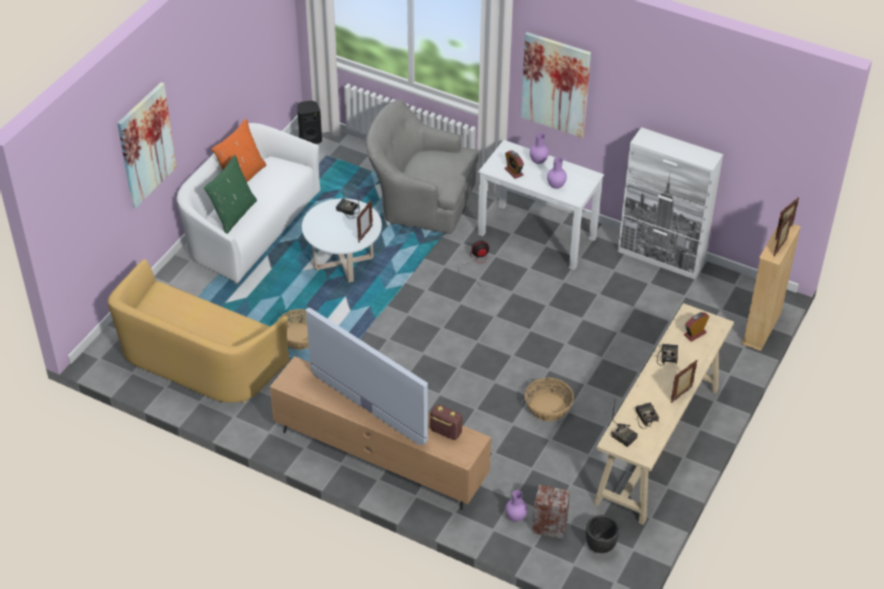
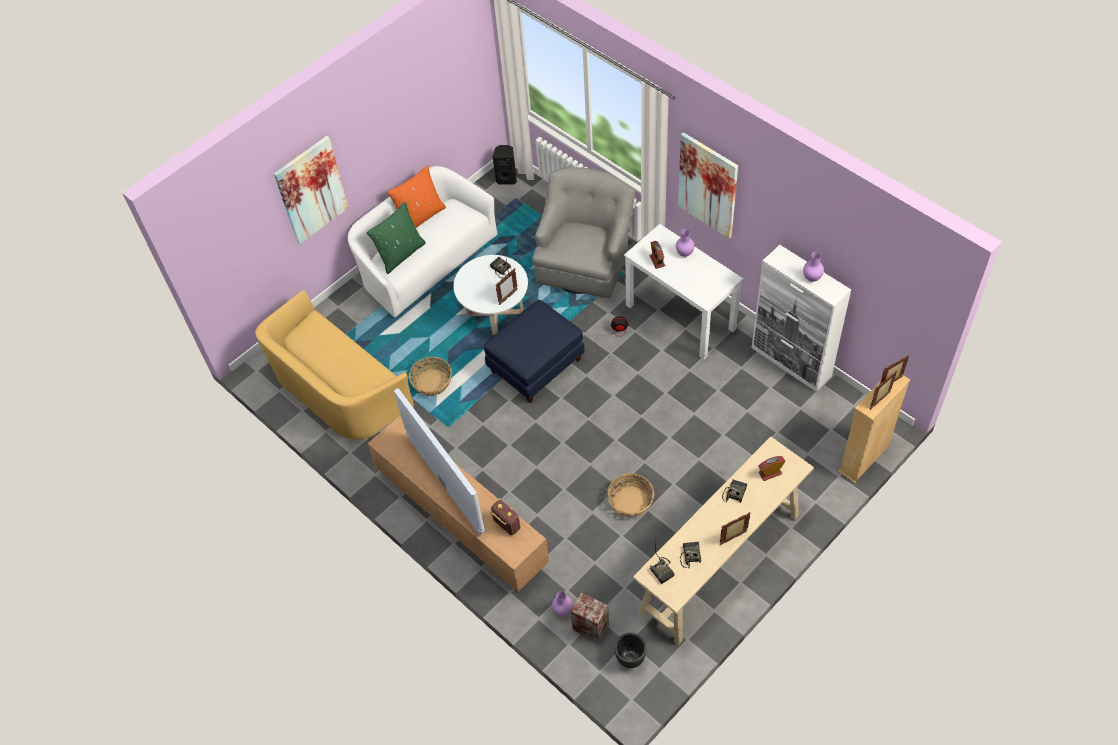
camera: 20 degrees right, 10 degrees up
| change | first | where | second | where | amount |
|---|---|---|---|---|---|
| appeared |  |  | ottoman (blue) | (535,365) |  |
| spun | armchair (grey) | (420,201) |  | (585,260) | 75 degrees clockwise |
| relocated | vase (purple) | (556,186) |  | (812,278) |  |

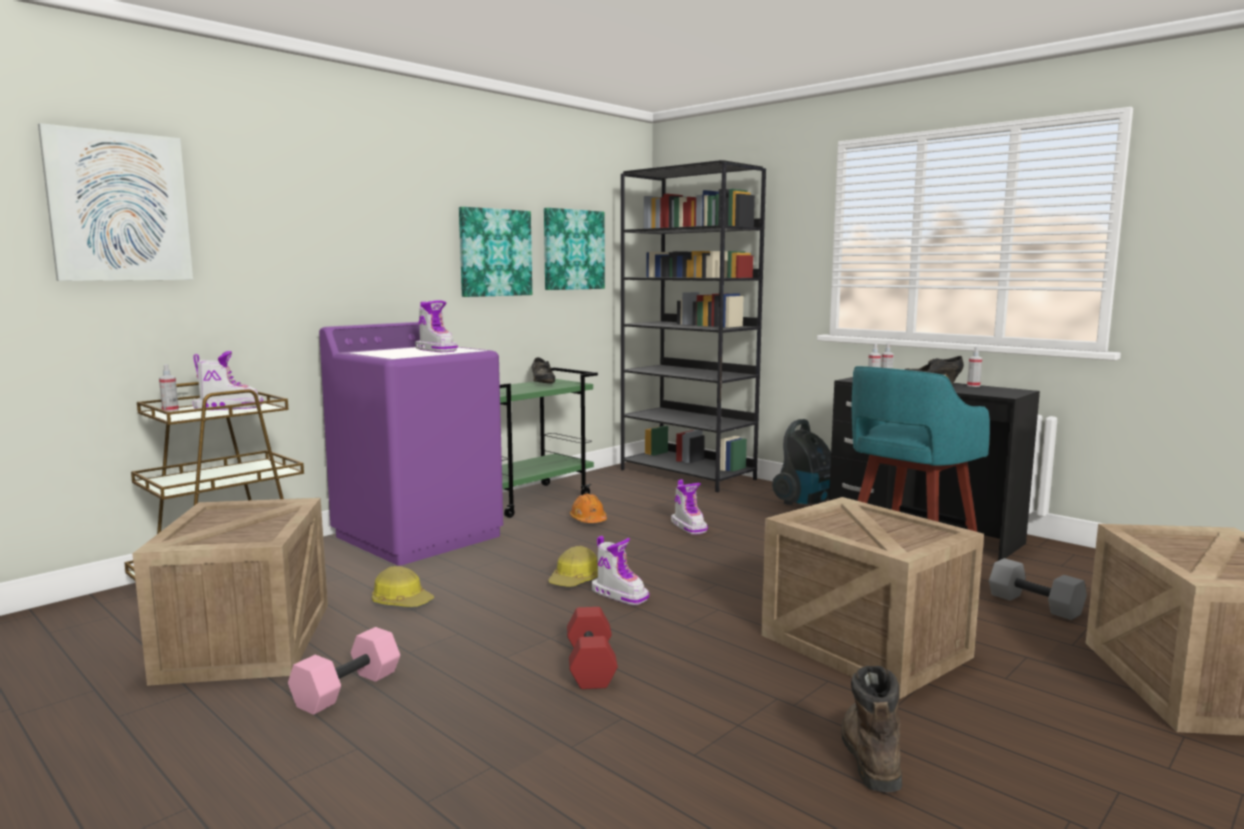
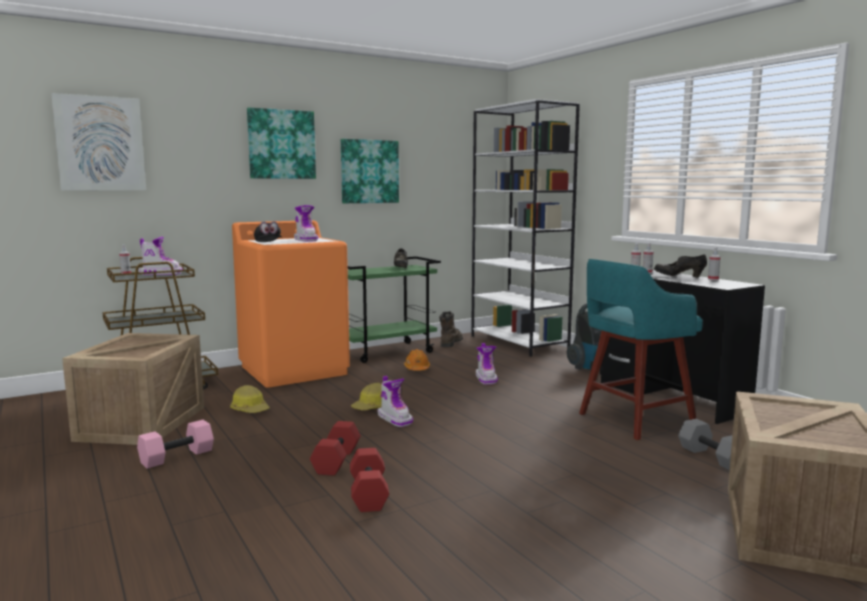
camera: 15 degrees right, 0 degrees up
| change | first | where | second | where | amount |
|---|---|---|---|---|---|
| colour | washing machine (purple) | (419,536) | washing machine (orange) | (294,370) |  |
| relocated | picture | (573,250) |  | (281,144) |  |
| appeared |  |  | cap (black) | (268,243) |  |
| appeared |  |  | dumbbell (red) | (367,493) |  |
| relocated | boot (brown) | (869,754) |  | (451,343) |  |
| colour | bookcase (black) | (688,474) | bookcase (white) | (519,342) |  |
| missing | crate | (867,646) |  |  |  |

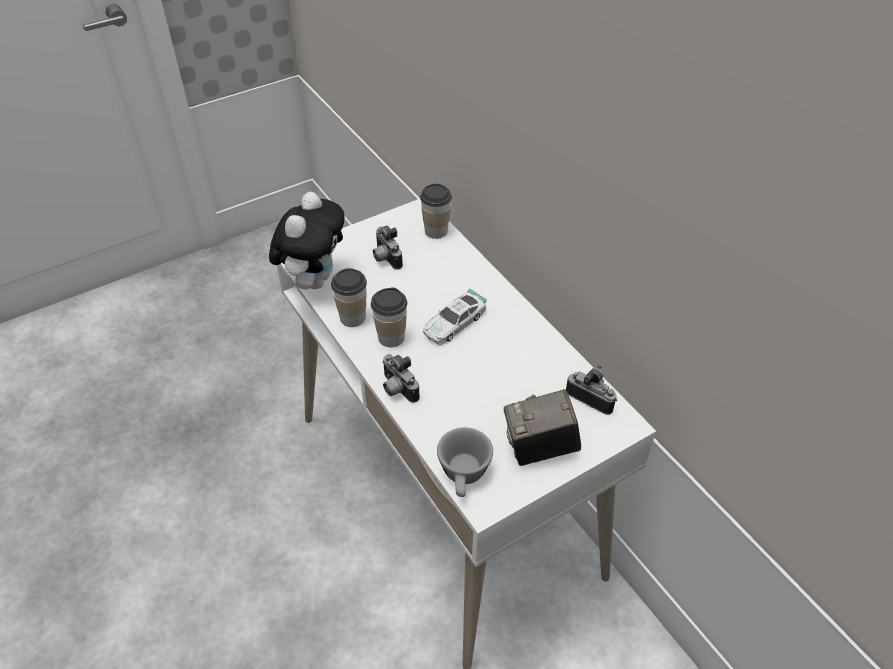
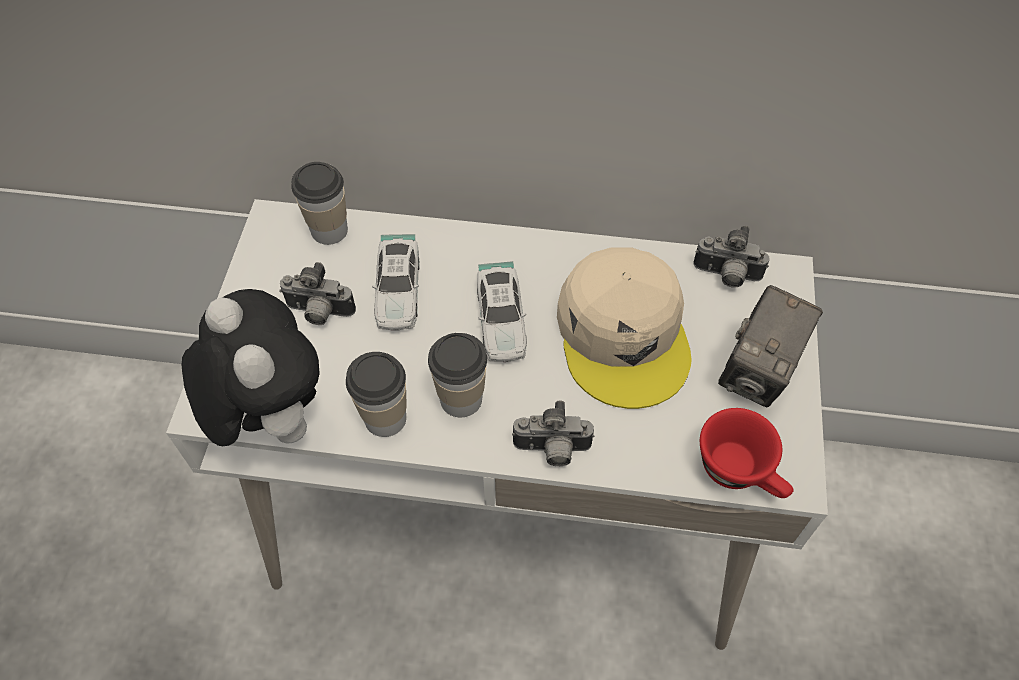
camera: 50 degrees left, 10 degrees up
| change | first | where | second | where | amount |
|---|---|---|---|---|---|
| appeared |  |  | toy car | (398,290) |  |
| appeared |  |  | cap (beige) | (623,334) |  |
| spun | photo camera | (591,398) |  | (726,276) | 150 degrees counterclockwise |
| colour | cup (grey) | (464,476) | cup (red) | (741,472) |  |

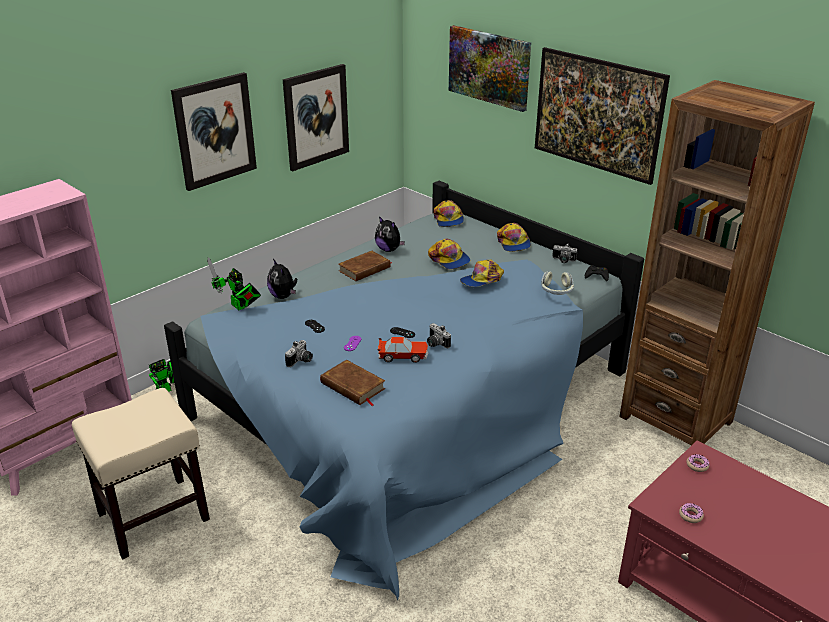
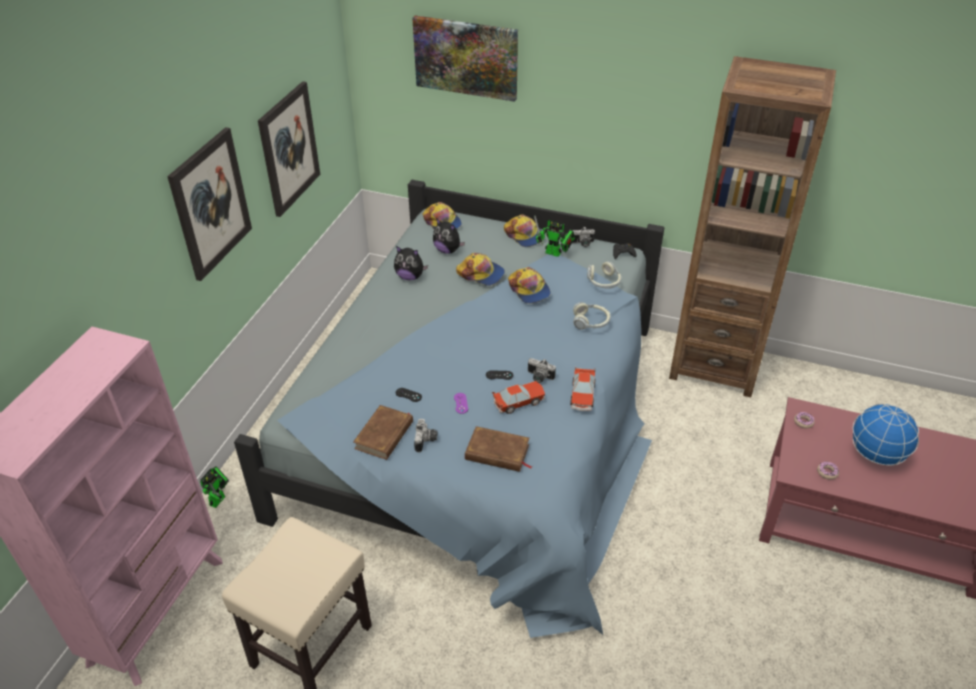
camera: 25 degrees left, 10 degrees up
| change | first | where | second | where | amount |
|---|---|---|---|---|---|
| relocated | book (brown) | (364,269) |  | (384,435) |  |
| relocated | plush toy | (283,296) |  | (448,250) |  |
| spun | cap | (482,280) |  | (529,290) | 60 degrees counterclockwise |
| relocated | toy robot | (239,307) |  | (555,253) |  |
| appeared |  |  | toy car | (582,395) |  |
| appeared |  |  | headphones | (591,322) |  |
| appeared |  |  | globe | (876,454) |  |
| missing | picture | (594,140) |  |  |  |

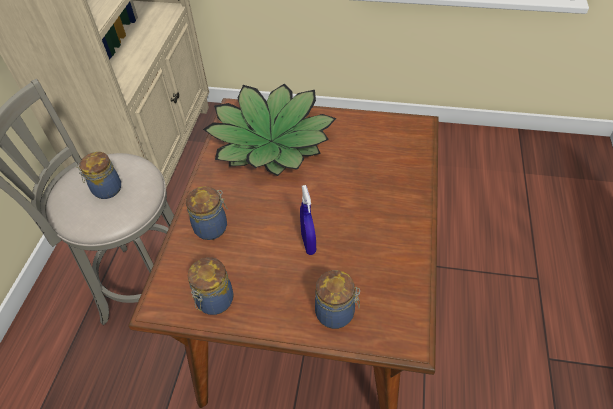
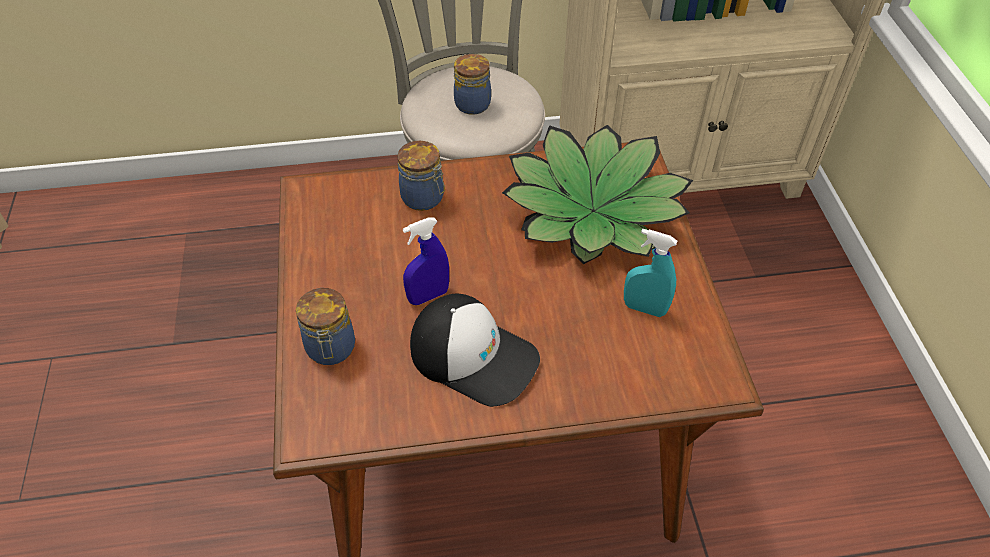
camera: 70 degrees right, 0 degrees up
| change | first | where | second | where | amount |
|---|---|---|---|---|---|
| appeared |  |  | cap | (474,355) |  |
| appeared |  |  | spray bottle (turquoise) | (644,308) |  |
| missing | jar | (214,301) |  |  |  |

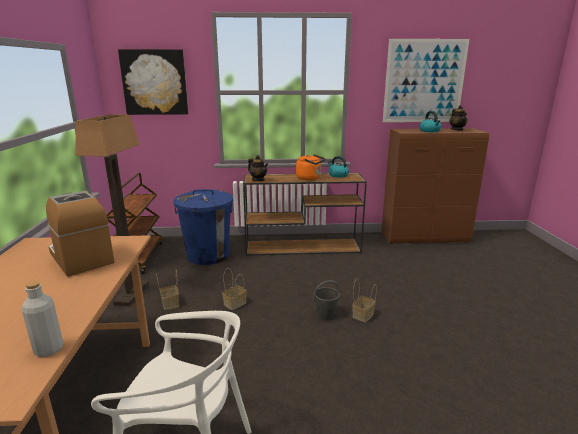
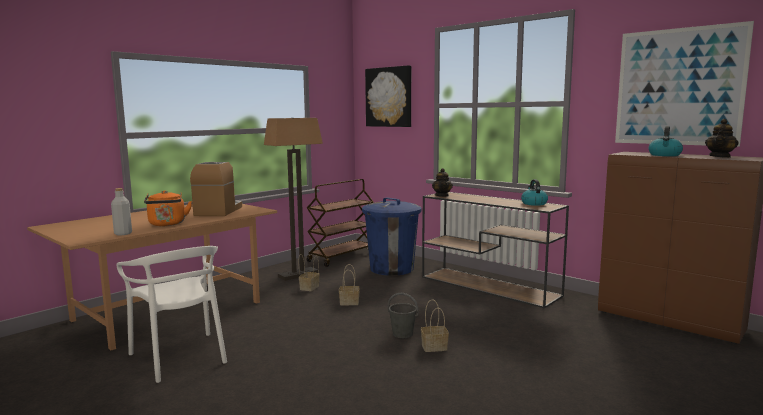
camera: 45 degrees right, 10 degrees down
| change | first | where | second | where | amount |
|---|---|---|---|---|---|
| relocated | kettle (orange) | (310,178) |  | (167,224) |  |

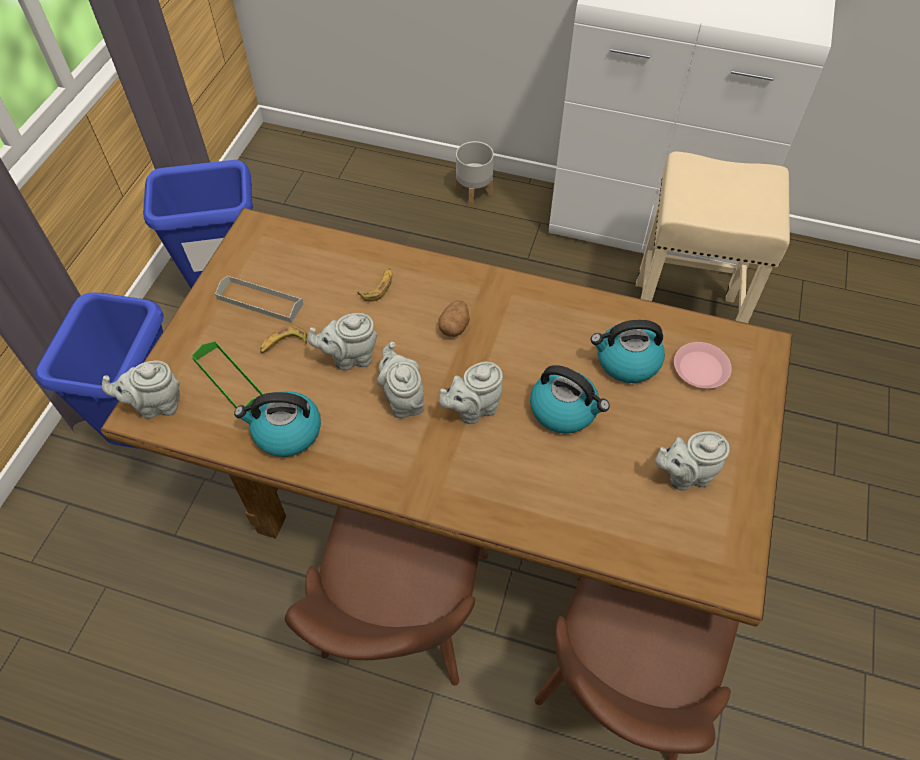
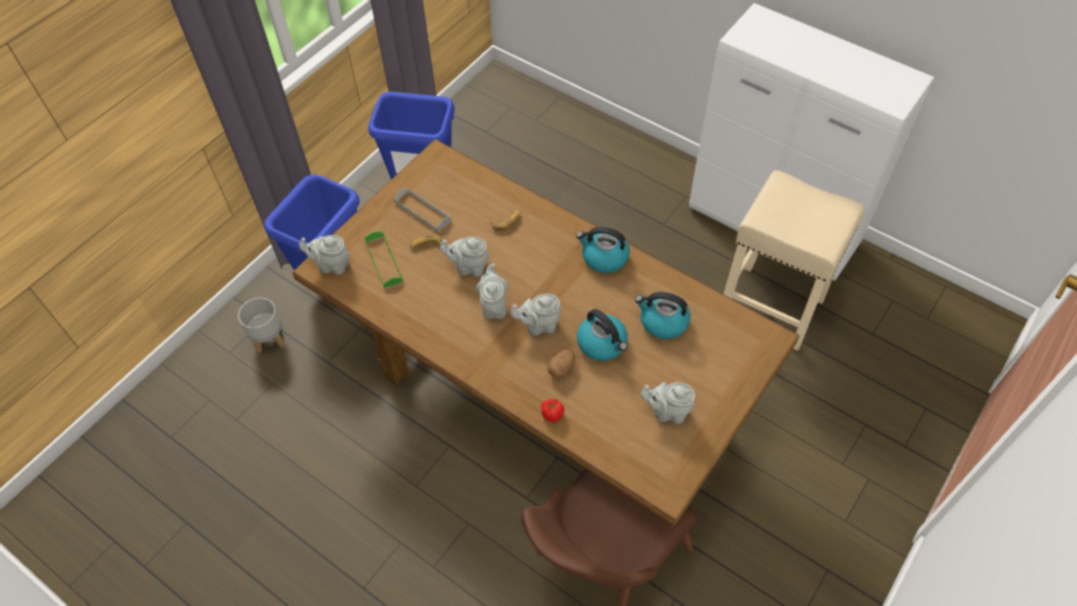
camera: 20 degrees right, 0 degrees up
| change | first | where | second | where | amount |
|---|---|---|---|---|---|
| relocated | planter (grey) | (473,192) |  | (269,338) |  |
| appeared |  |  | tomato | (552,414) |  |
| relocated | potato | (454,326) |  | (561,369) |  |
| relocated | kettle | (286,432) |  | (604,257) |  |
| missing | chair (brown) | (400,627) |  |  |  |
| missing | plate (pink) | (700,368) |  |  |  |

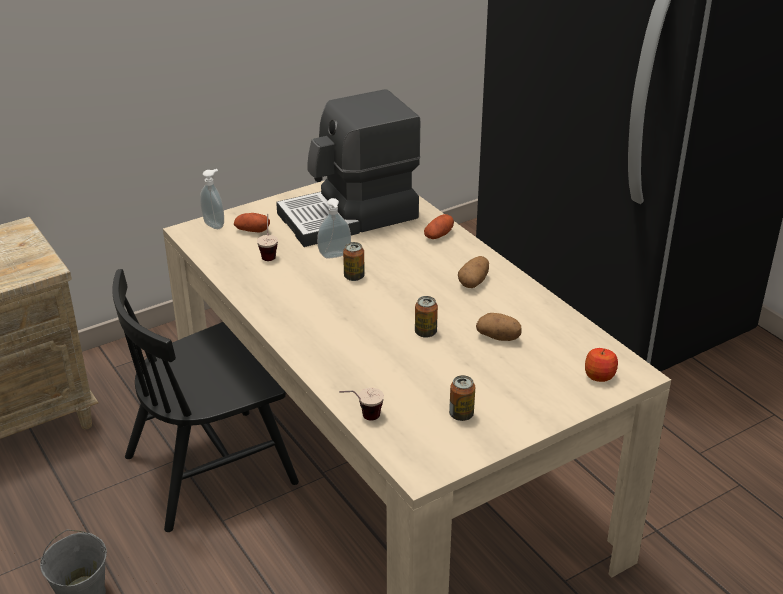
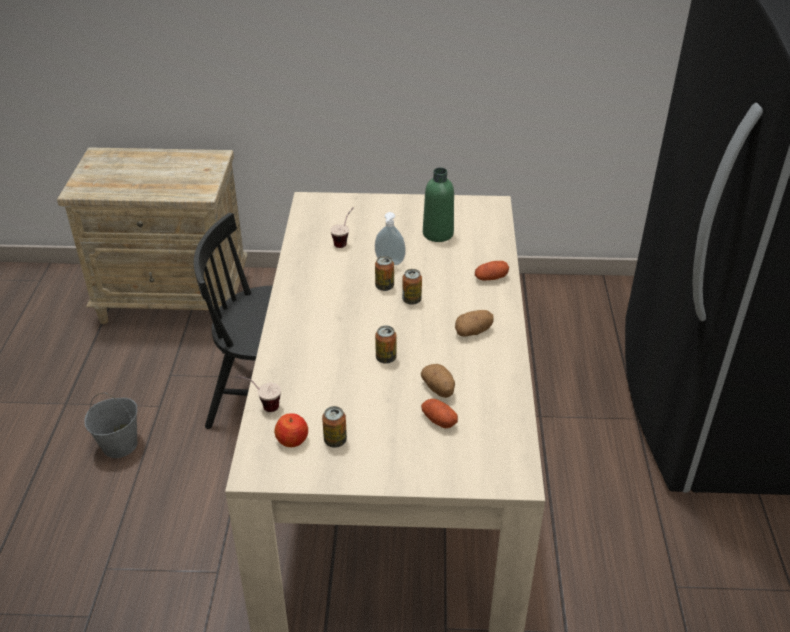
camera: 35 degrees right, 5 degrees up
| change | first | where | second | where | amount |
|---|---|---|---|---|---|
| relocated | apple | (599,376) |  | (292,440) |  |
| appeared |  |  | can | (411,300) |  |
| relocated | potato | (252,230) |  | (438,420) |  |
| exchanged | coffee machine | (350,216) | bottle (green) | (438,234) |  |
| missing | soap dispenser | (215,224) |  |  |  |

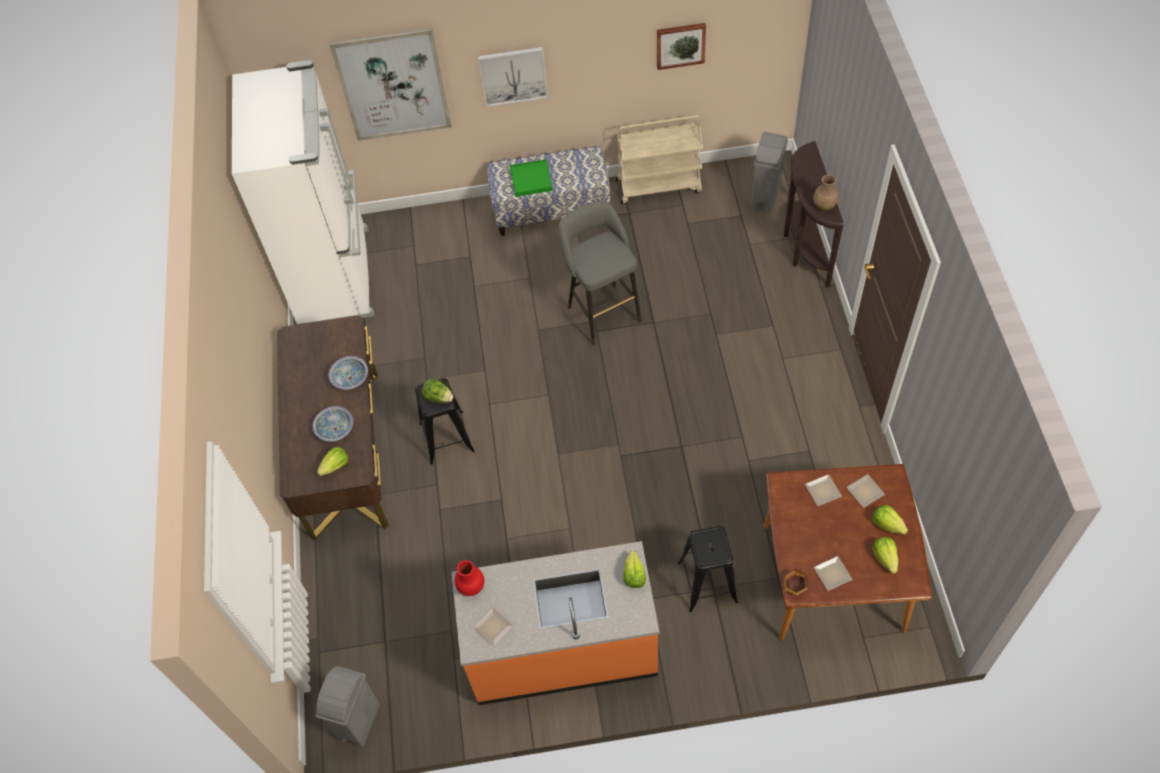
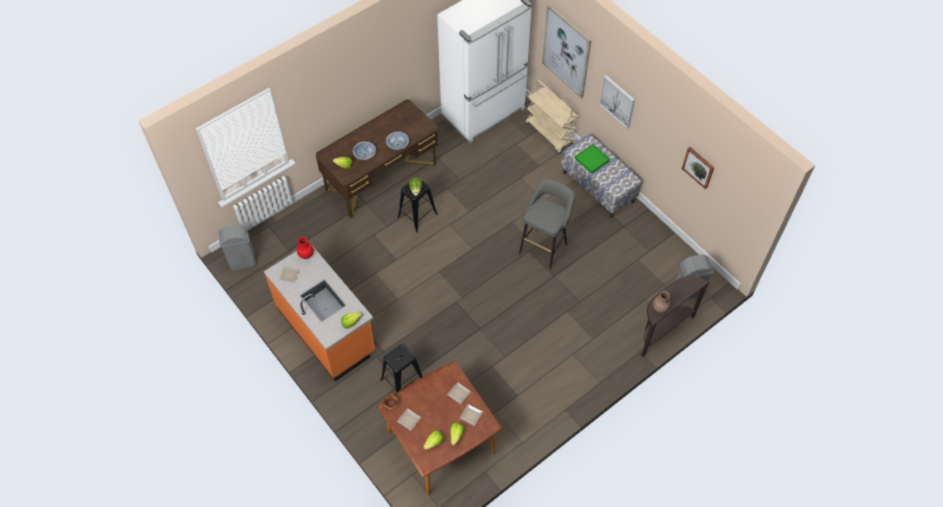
camera: 55 degrees right, 0 degrees up
| change | first | where | second | where | amount |
|---|---|---|---|---|---|
| relocated | cart (beige) | (659,185) |  | (550,133) |  |

